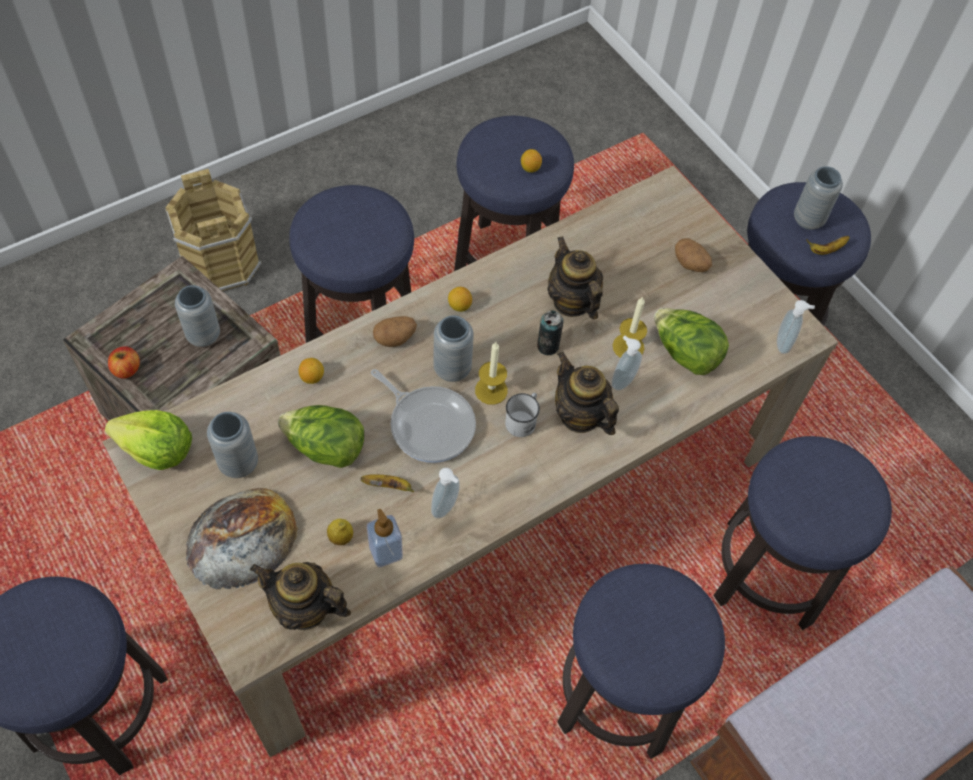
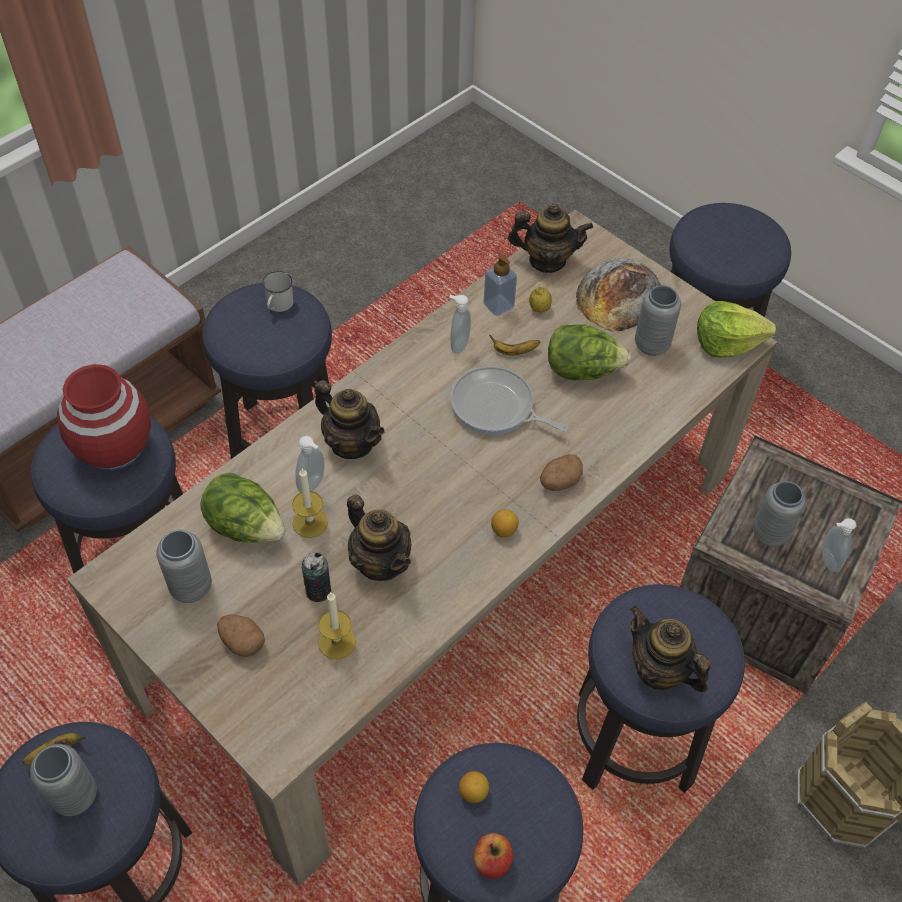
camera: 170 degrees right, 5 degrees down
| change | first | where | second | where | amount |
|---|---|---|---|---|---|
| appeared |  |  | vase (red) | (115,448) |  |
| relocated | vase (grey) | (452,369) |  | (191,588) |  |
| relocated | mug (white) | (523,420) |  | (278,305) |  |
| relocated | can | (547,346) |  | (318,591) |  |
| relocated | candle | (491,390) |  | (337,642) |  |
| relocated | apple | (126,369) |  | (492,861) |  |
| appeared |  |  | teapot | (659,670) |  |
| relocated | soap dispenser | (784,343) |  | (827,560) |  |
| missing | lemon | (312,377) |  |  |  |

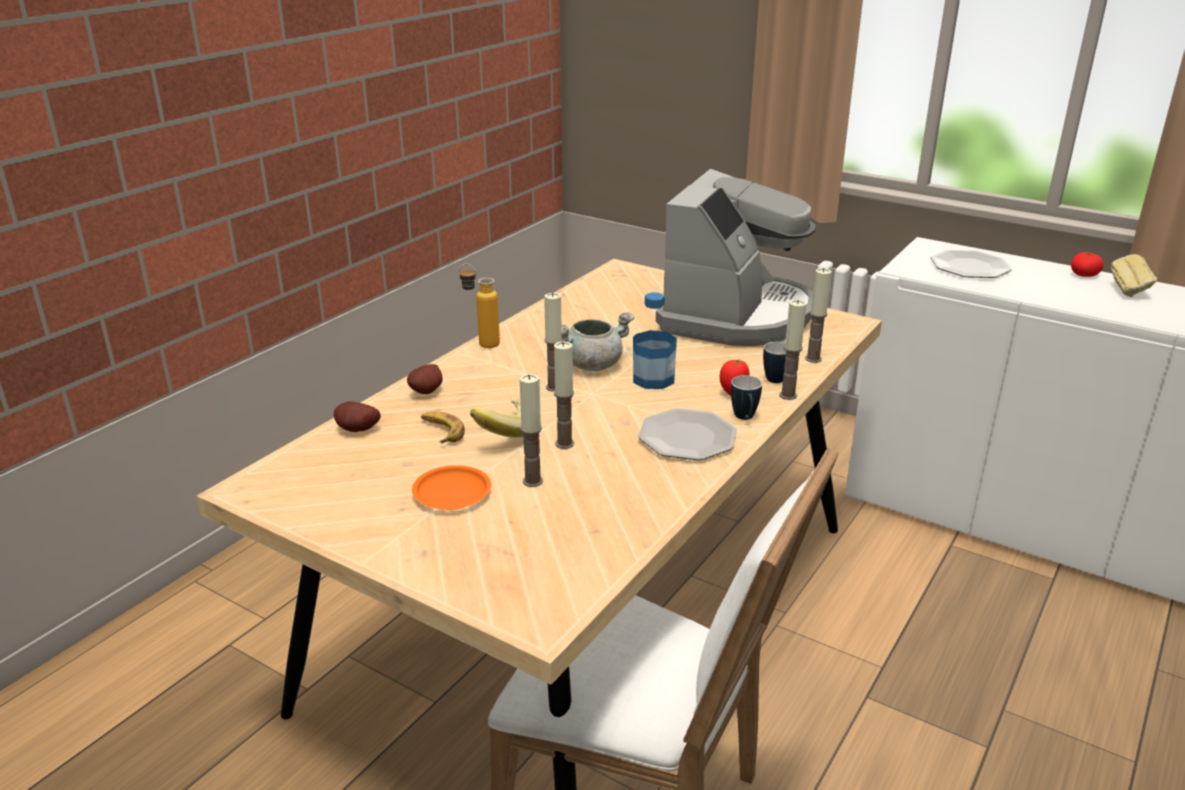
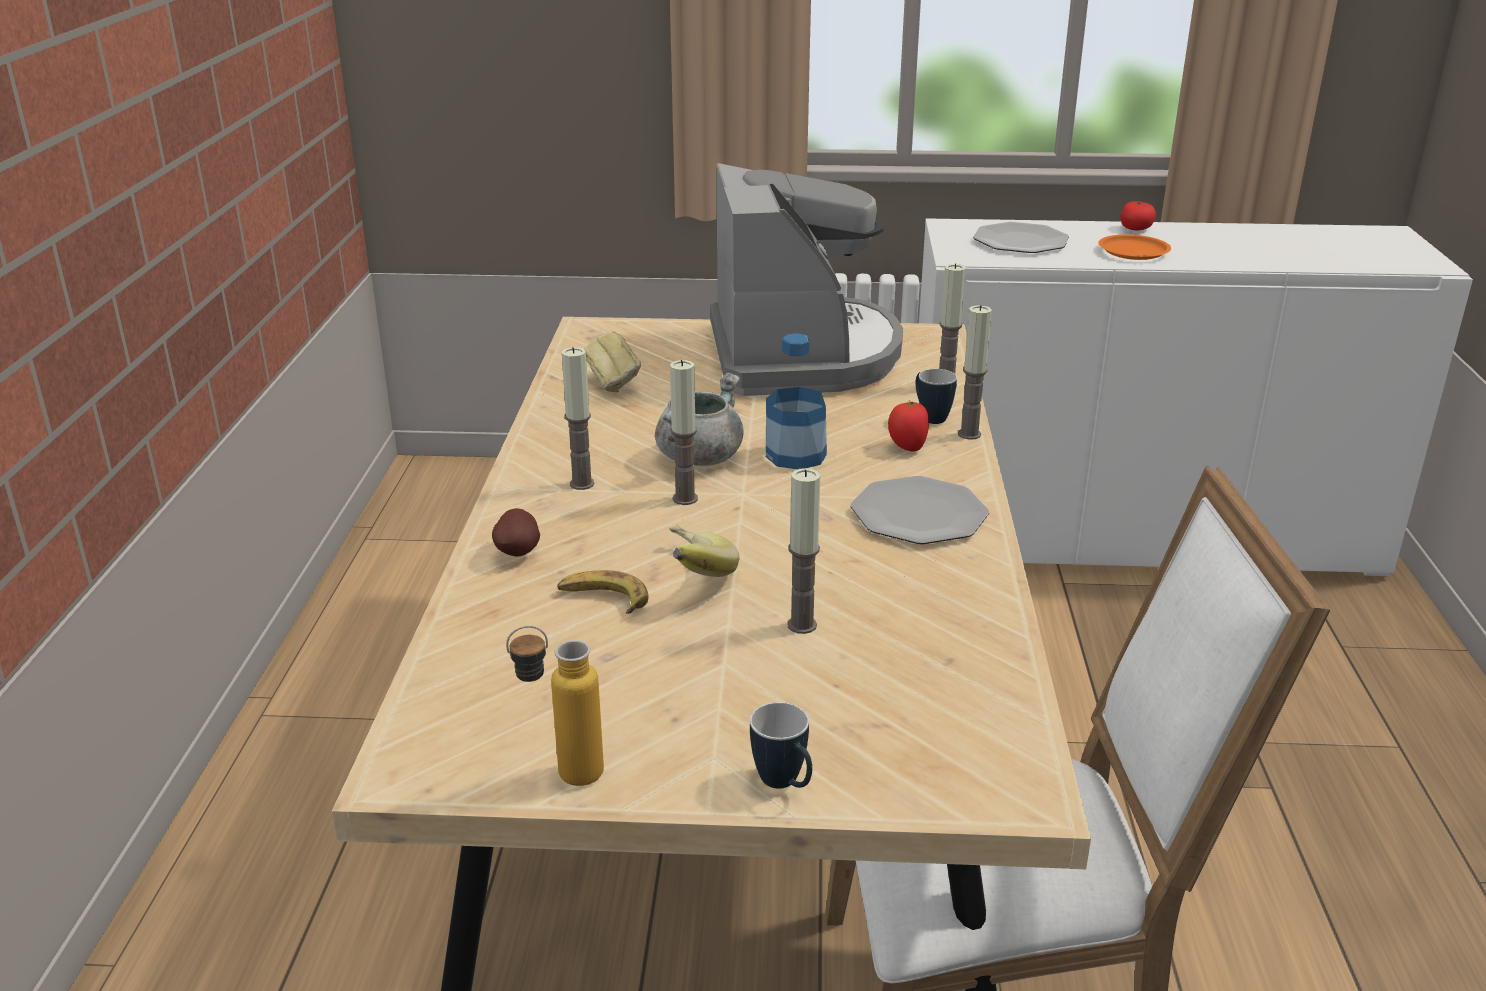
camera: 30 degrees left, 0 degrees up
| change | first | where | second | where | amount |
|---|---|---|---|---|---|
| relocated | bottle | (481,343) |  | (562,776) |  |
| relocated | candle | (564,444) |  | (582,484) |  |
| relocated | bread | (1129,291) |  | (614,384) |  |
| relocated | mug | (745,419) |  | (785,785) |  |
| relocated | plate (orange) | (451,493) |  | (1133,252) |  |
| missing | potato | (357,431) |  |  |  |

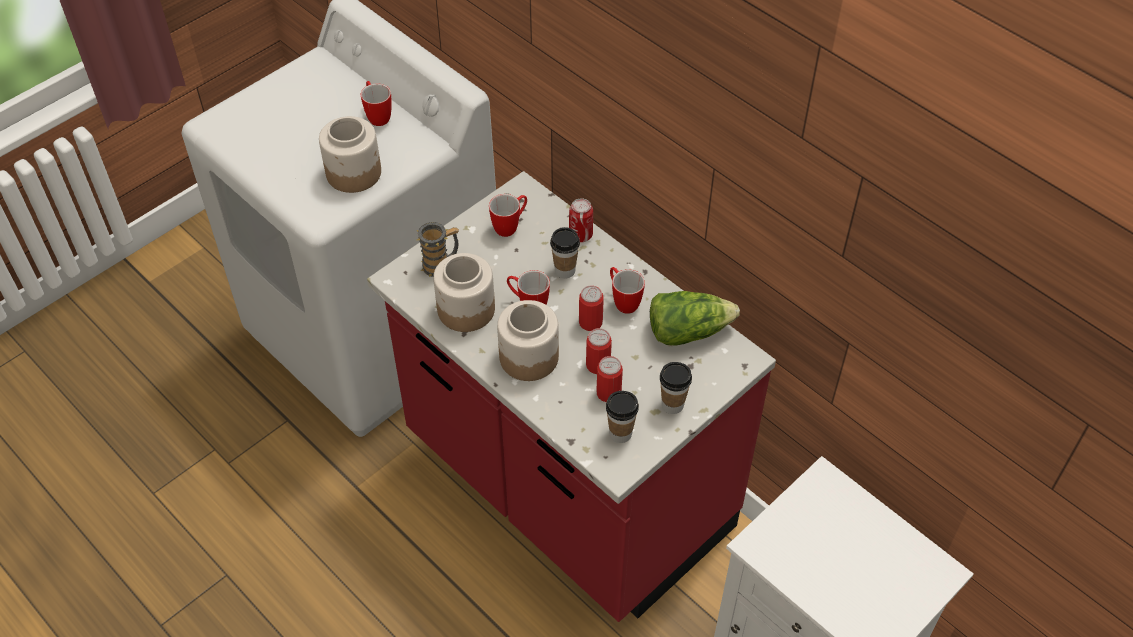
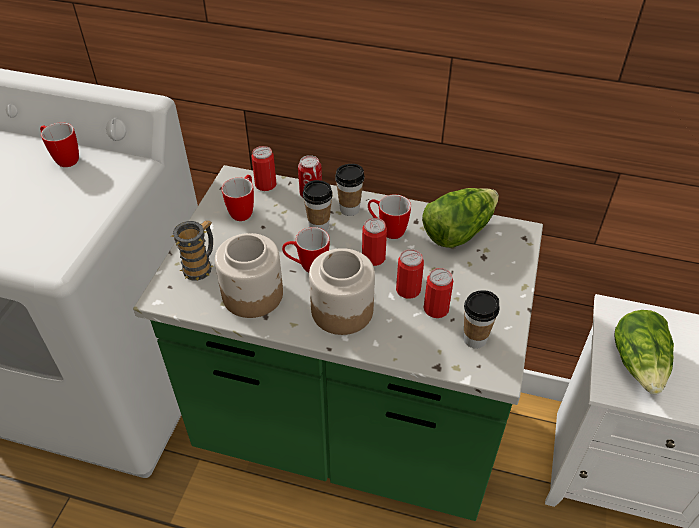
camera: 30 degrees left, 5 degrees down
| change | first | where | second | where | amount |
|---|---|---|---|---|---|
| colour | counter (red) | (566,487) | counter (green) | (349,432) |  |
| appeared |  |  | can | (265,184) |  |
| relocated | cup | (672,405) |  | (349,209) |  |
| appeared |  |  | lettuce | (639,364) |  |
| missing | jar | (354,173) |  |  |  |

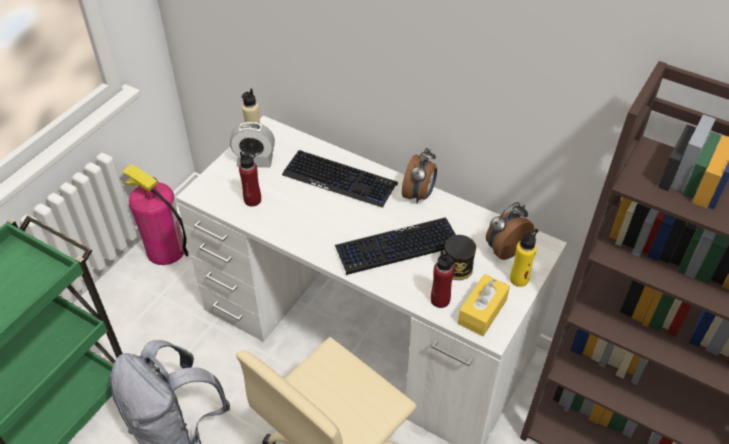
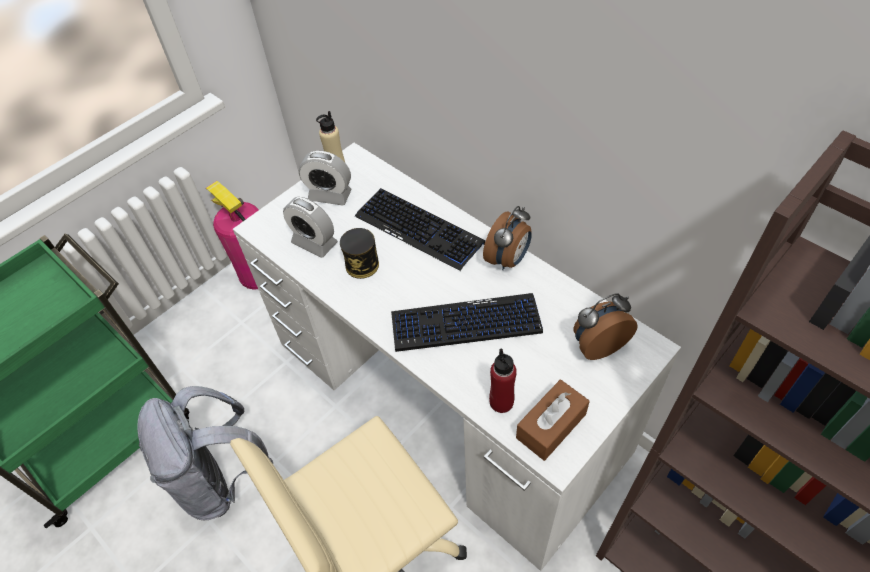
camera: 15 degrees right, 5 degrees up
| change | first | where | second | where | amount |
|---|---|---|---|---|---|
| exchanged | bottle (red) | (252,200) | alarm clock | (314,243) |  |
| relocated | can | (457,268) |  | (362,265) |  |
| colour | tissue box (yellow) | (482,311) | tissue box (brown) | (551,426) |  |
| missing | bottle (yellow) | (519,279) |  |  |  |

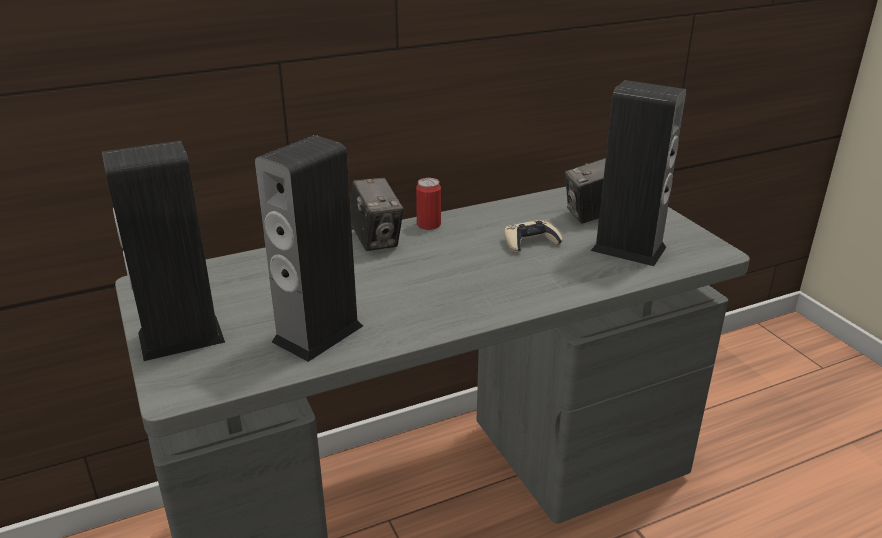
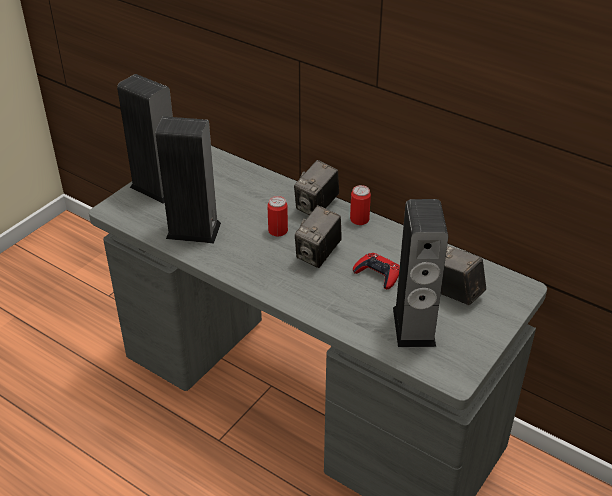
camera: 60 degrees right, 10 degrees up
| change | first | where | second | where | amount |
|---|---|---|---|---|---|
| appeared |  |  | can | (278,231) |  |
| appeared |  |  | photo camera | (318,255) |  |
| colour | game controller (beige) | (530,242) | game controller (red) | (377,274) |  |

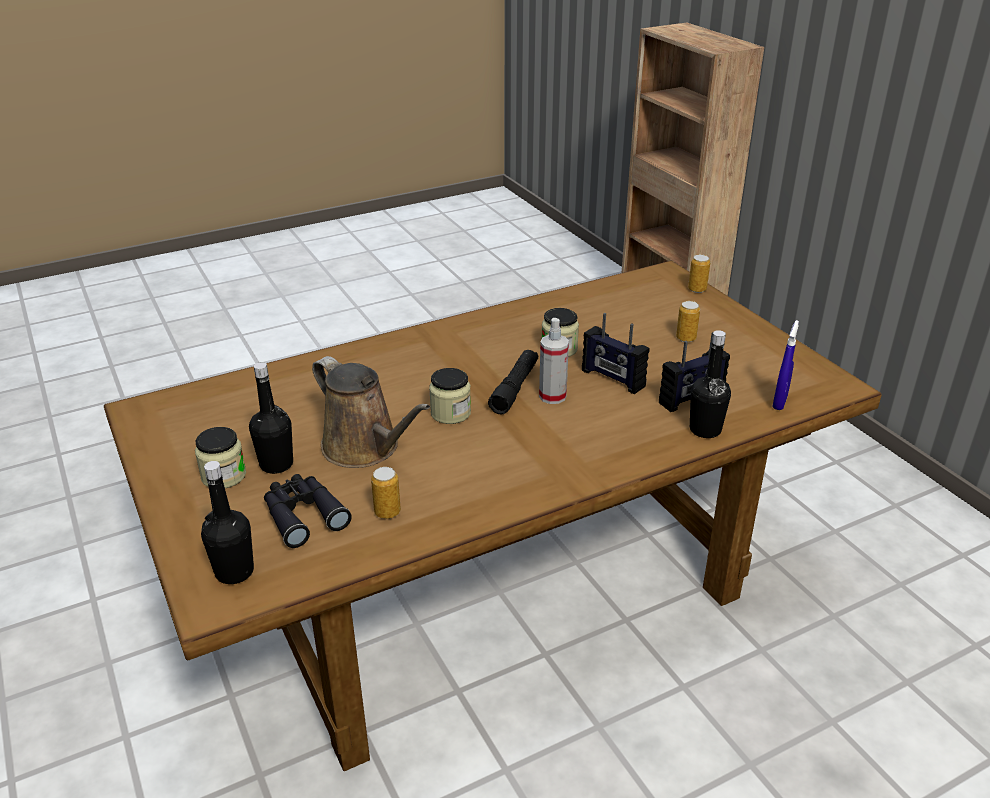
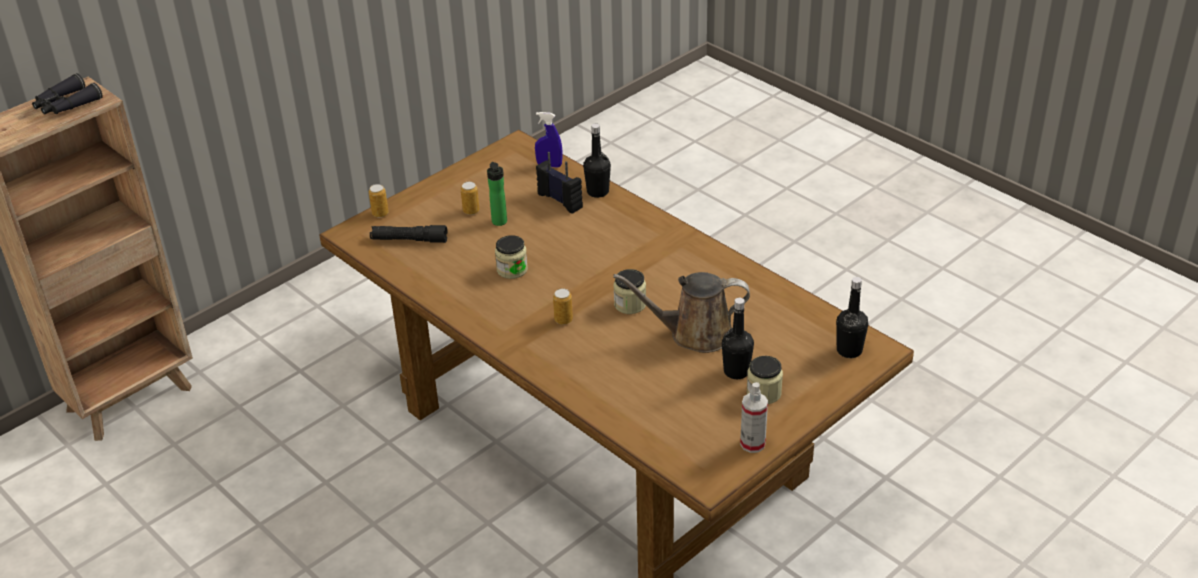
camera: 105 degrees left, 5 degrees up
| change | first | where | second | where | amount |
|---|---|---|---|---|---|
| relocated | binoculars (black) | (303,515) |  | (66,105) |  |
| relocated | flashlight (black) | (515,388) |  | (409,240) |  |
| appeared |  |  | bottle | (500,223) |  |
| relocated | can | (387,512) |  | (563,320) |  |
| spun | watering can (brown) | (365,448) |  | (694,334) | 120 degrees counterclockwise |
| relocated | spray bottle | (552,396) |  | (752,444) |  |
| missing | radio | (612,379) |  |  |  |

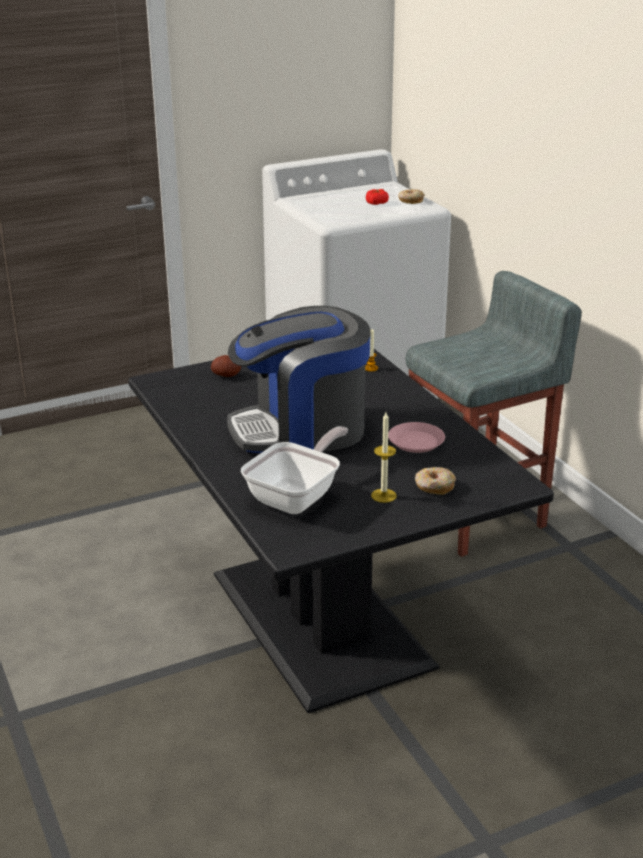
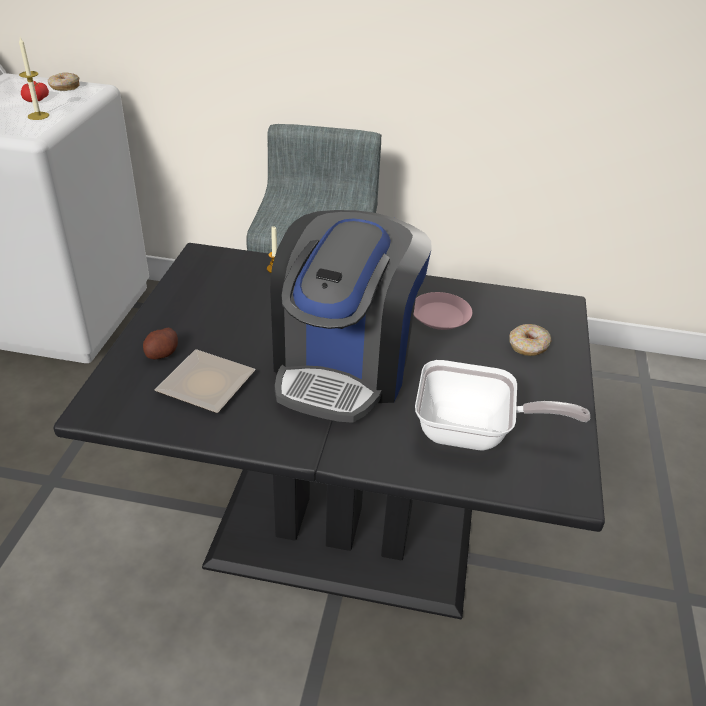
camera: 55 degrees left, 10 degrees up
| change | first | where | second | where | amount |
|---|---|---|---|---|---|
| relocated | candle | (383,495) |  | (38,116) |  |
| appeared |  |  | plate | (205,382) |  |
| spun | frying pan | (298,496) |  | (473,433) | 120 degrees clockwise |

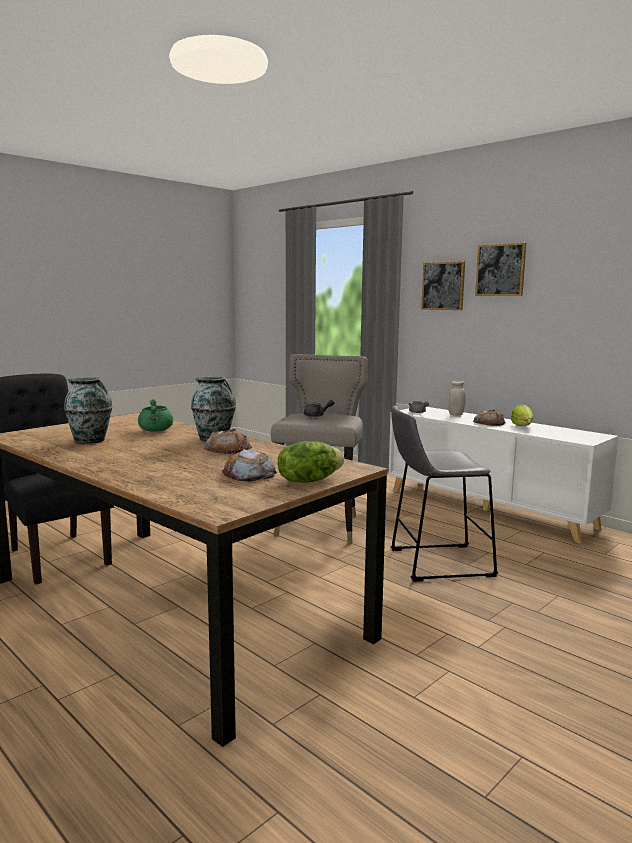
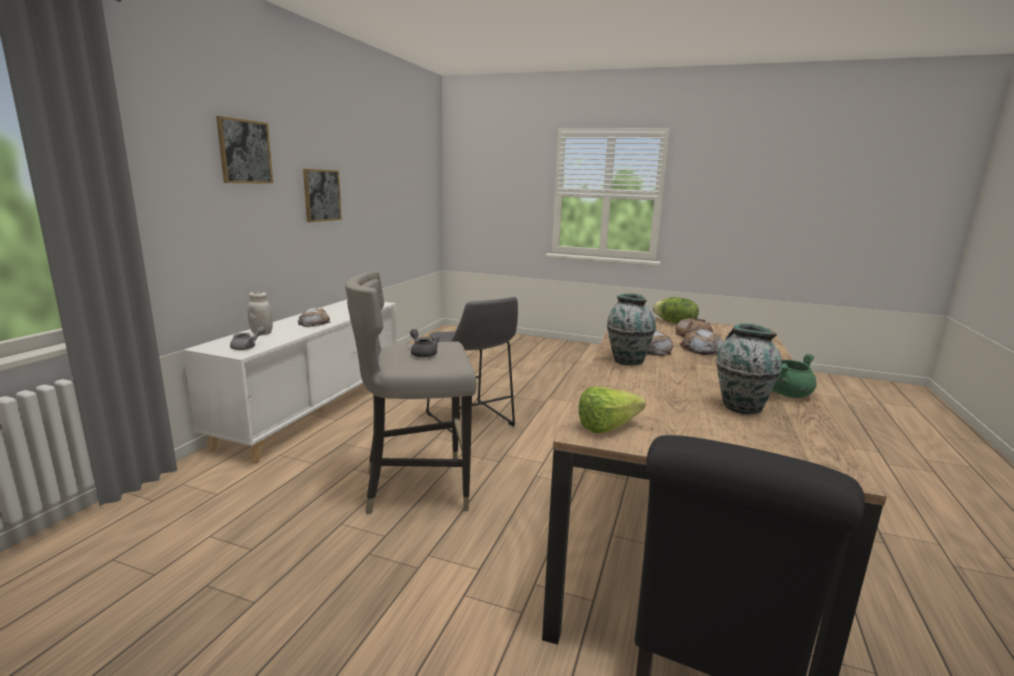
camera: 115 degrees left, 5 degrees up
| change | first | where | second | where | amount |
|---|---|---|---|---|---|
| relocated | picture | (443,286) |  | (321,195) |  |
| relocated | lettuce | (523,427) |  | (613,427) |  |
| appeared |  |  | bread | (701,349) |  |
| relocated | cooking pot (green) | (156,431) |  | (787,394) |  |

